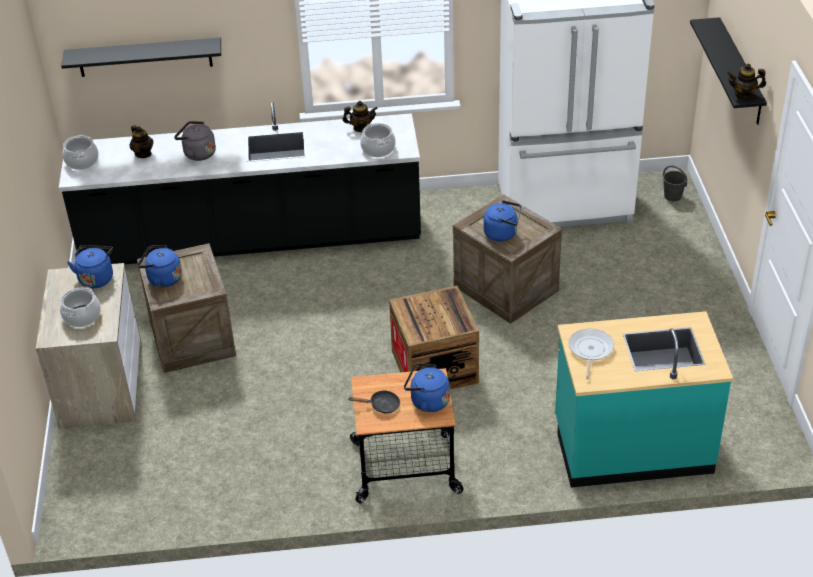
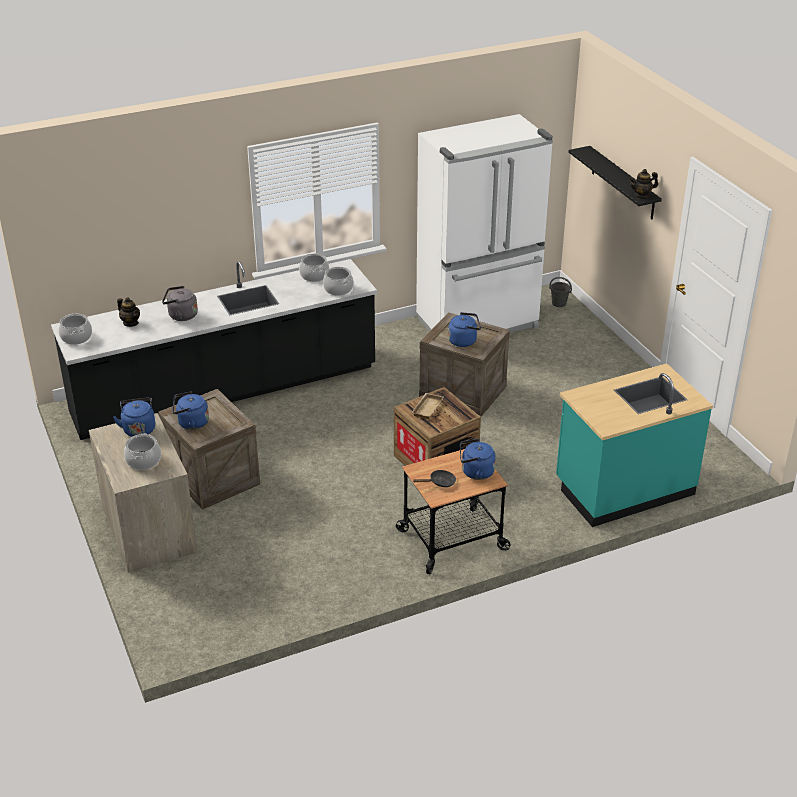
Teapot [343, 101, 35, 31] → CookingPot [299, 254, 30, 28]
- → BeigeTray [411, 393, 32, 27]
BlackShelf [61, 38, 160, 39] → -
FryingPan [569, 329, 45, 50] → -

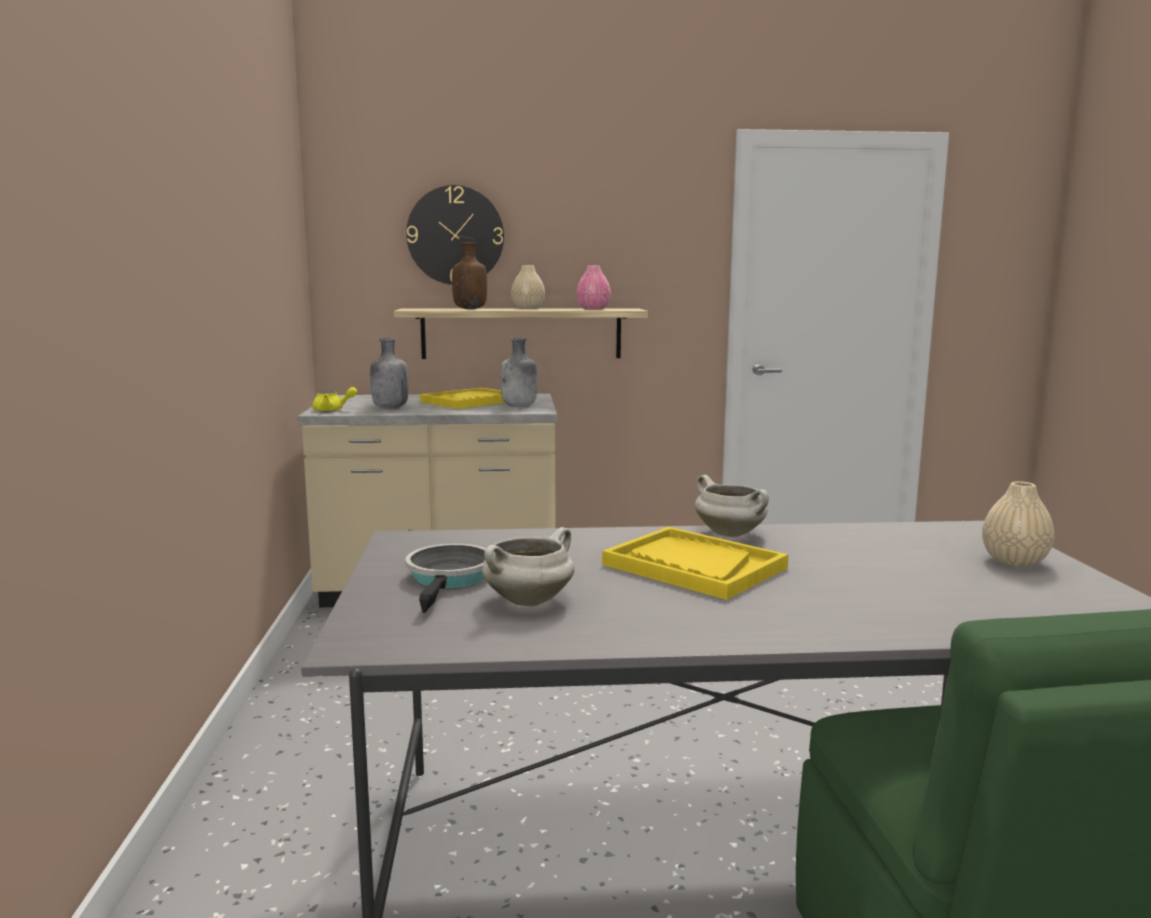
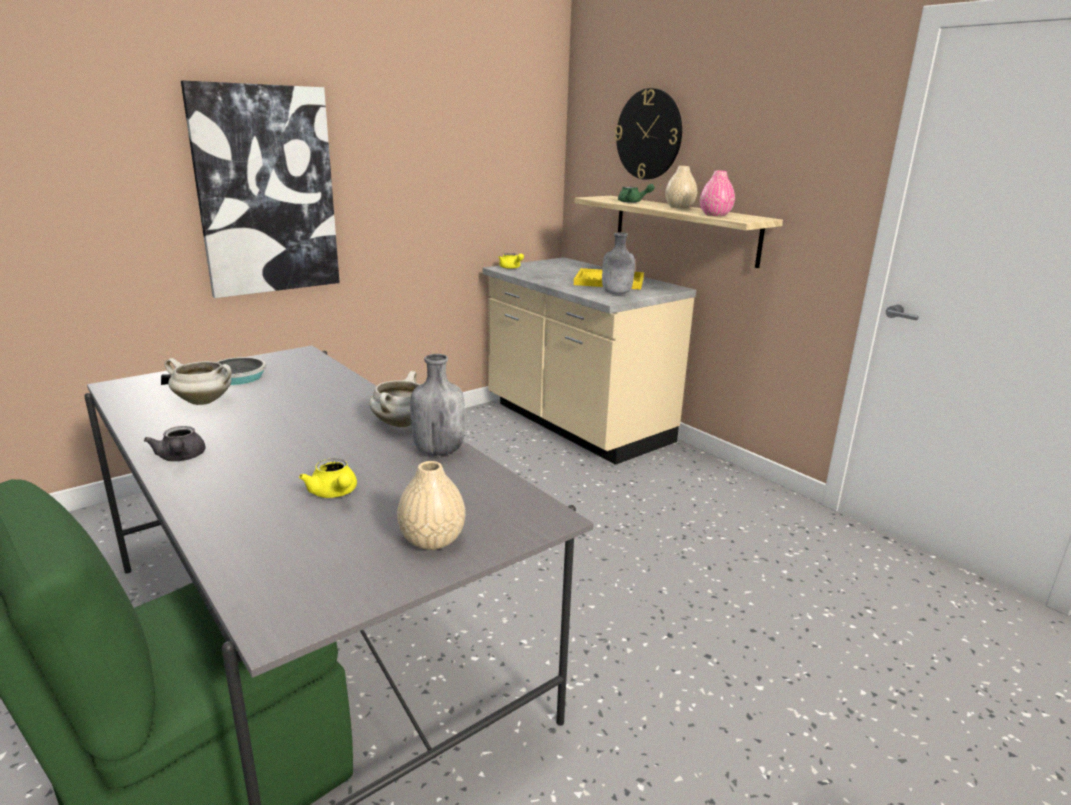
- → GreyTeapot [144, 426, 61, 35]
- → Picture [181, 80, 159, 218]
- → YellowTeapot [299, 458, 58, 40]
GreyBottle [370, 338, 38, 71] → GreyBottle [410, 354, 55, 102], move
BrownBottle [452, 242, 35, 67] → GreenTeapot [618, 184, 37, 19]
YellowTray [602, 527, 187, 73] → -

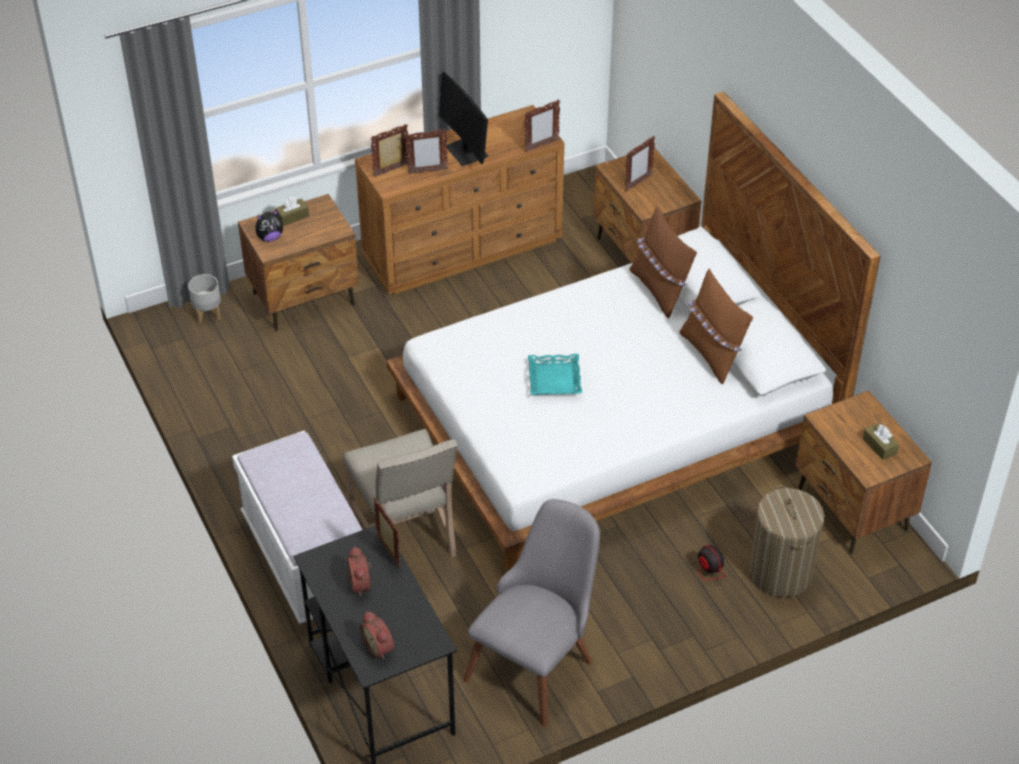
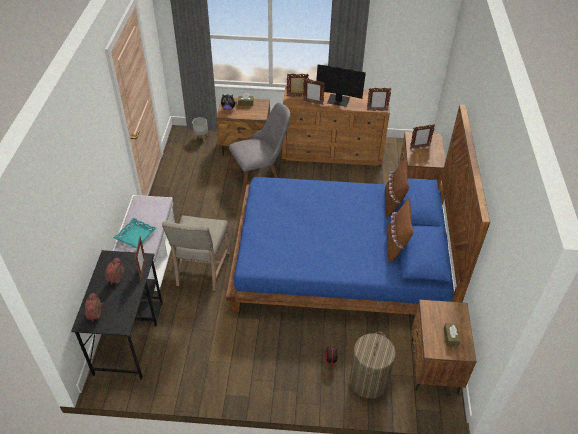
TurquoiseTray [528, 354, 54, 41] → TurquoiseTray [114, 218, 43, 31], move
WhiteBed [386, 91, 494, 480] → BlueBed [226, 105, 264, 210]
GreyChair [463, 499, 137, 228] → GreyChair [228, 102, 63, 95], move
Monitor [439, 71, 49, 96] → Monitor [316, 65, 50, 42], 75 degrees counterclockwise

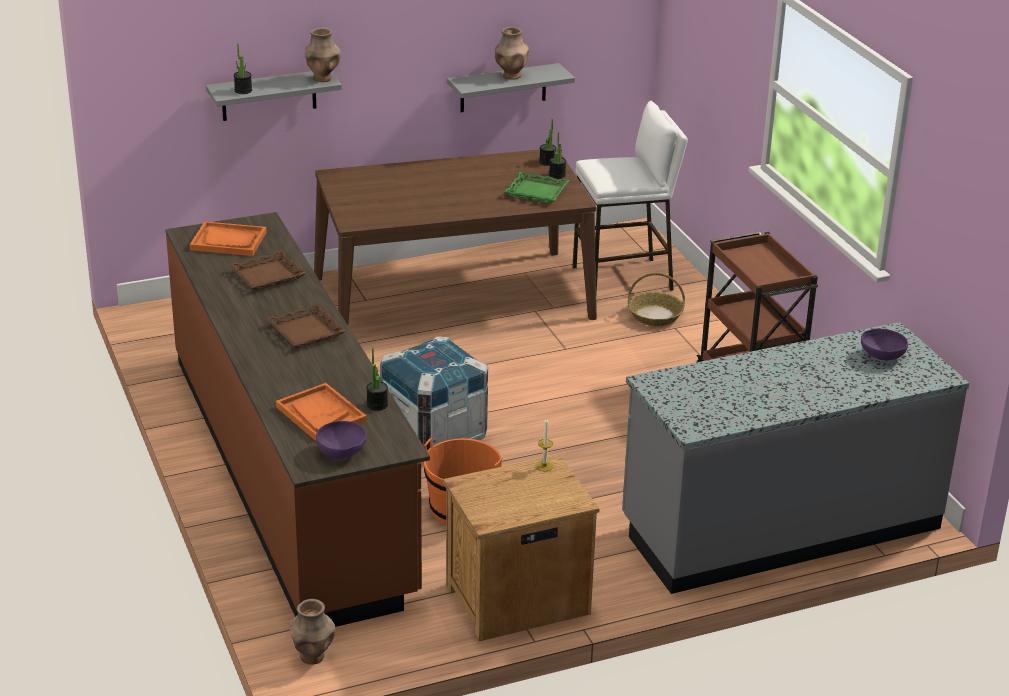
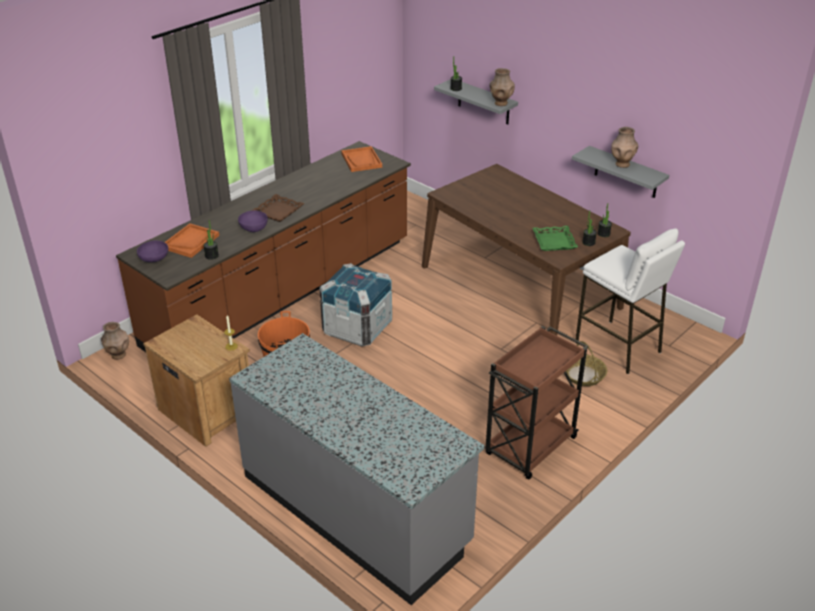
PurpleBowl [861, 328, 47, 32] → PurpleBowl [238, 210, 30, 22], move
BrownTray [229, 251, 77, 39] → -

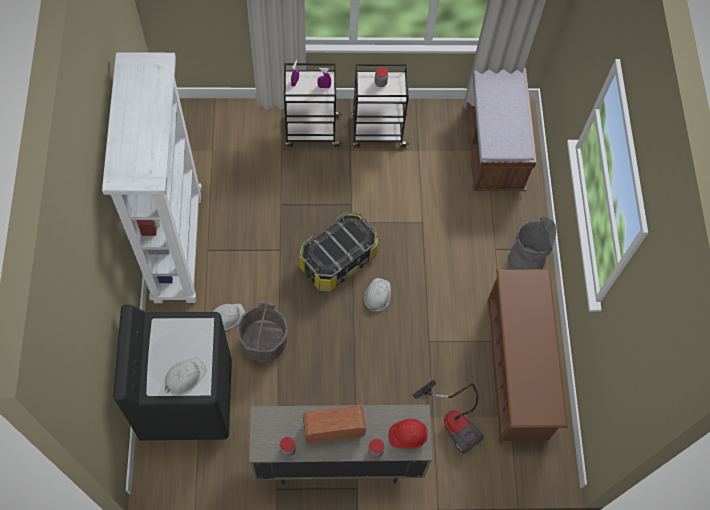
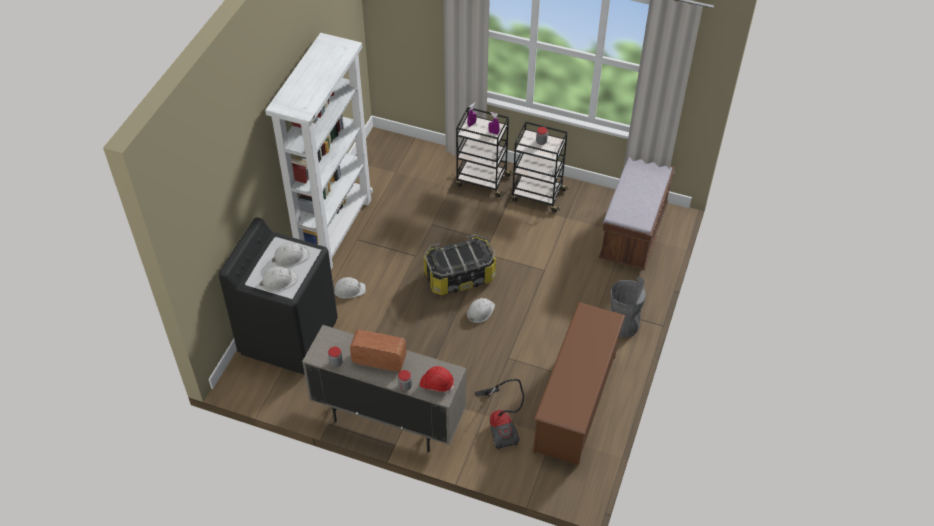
- → WhiteHardHat [272, 243, 38, 24]
GreyBucket [237, 301, 51, 61] → -

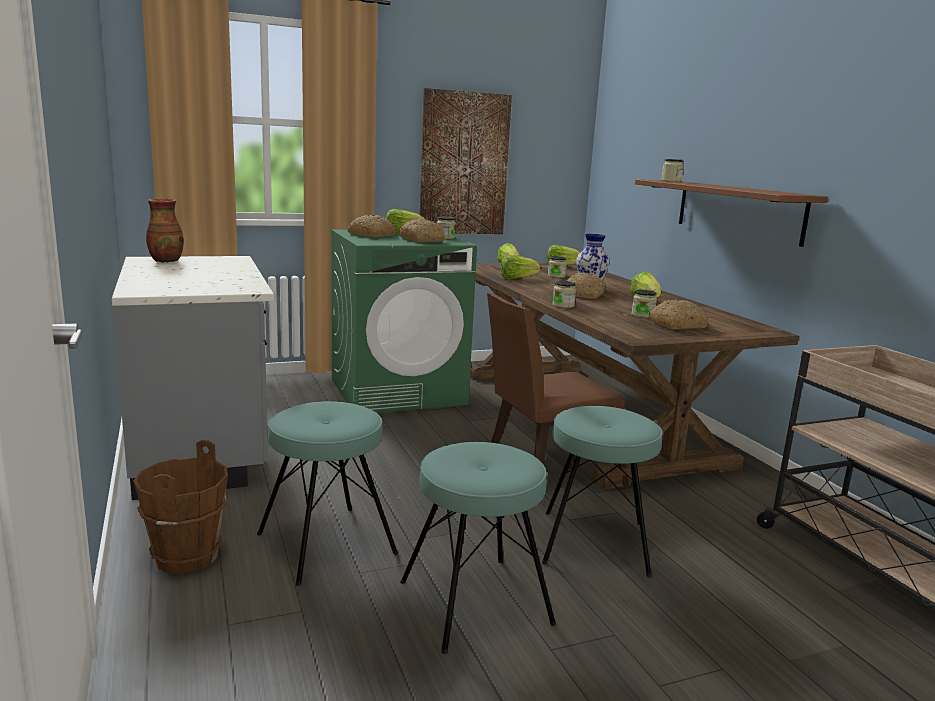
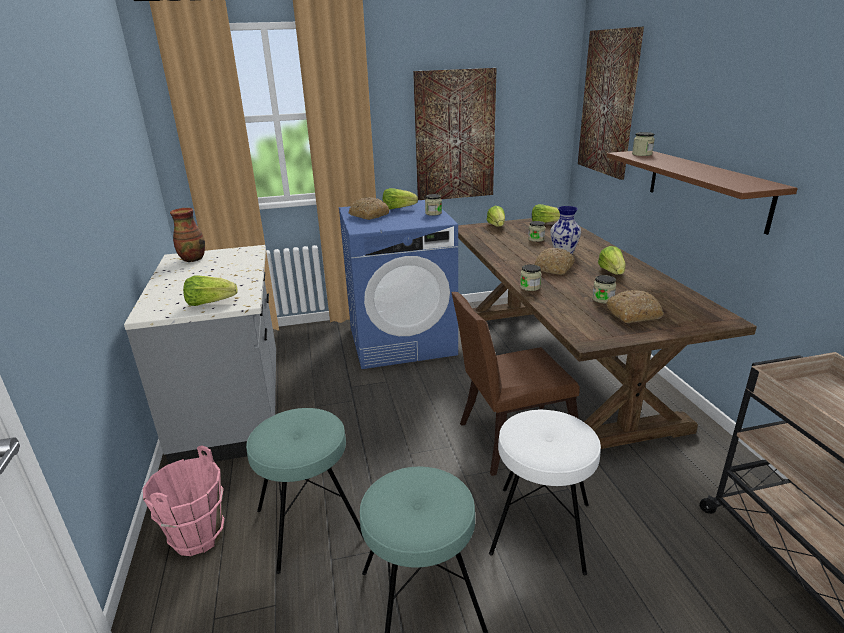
BrownBucket [133, 440, 95, 134] → PinkBucket [143, 445, 81, 111]
Lettuce [500, 255, 41, 24] → Lettuce [183, 276, 54, 30], move
GreenWashingMachine [331, 229, 146, 184] → BlueWashingMachine [339, 200, 119, 169]
TurquoiseStool [542, 406, 121, 172] → WhiteStool [489, 410, 112, 165]
- → Picture [578, 27, 66, 153]
Bread [399, 219, 47, 23] → -

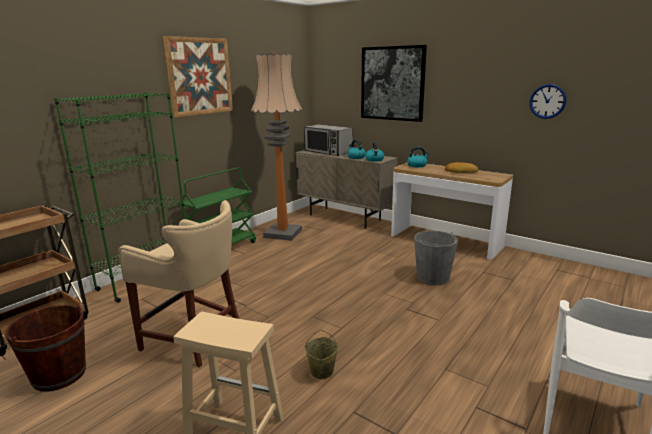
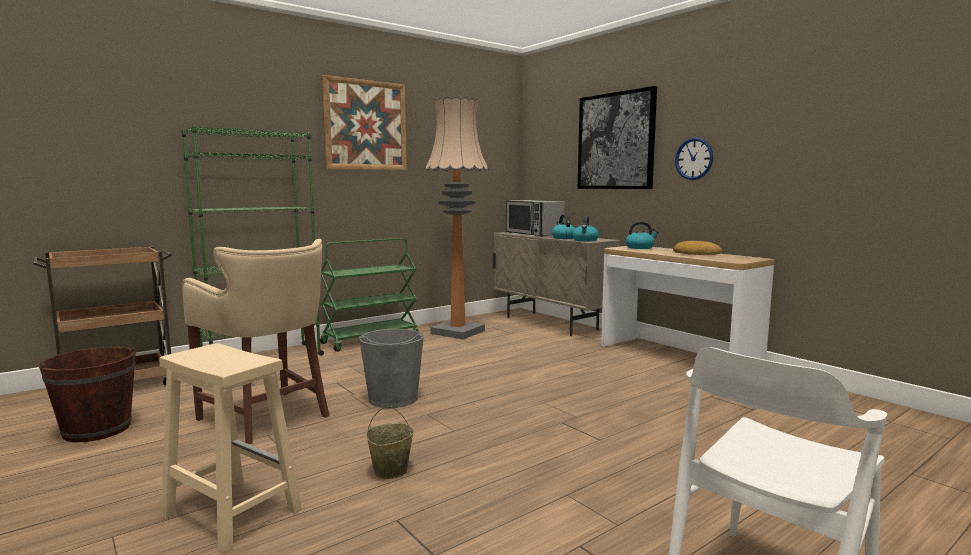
GreyBucket [414, 231, 44, 54] → GreyBucket [359, 329, 65, 79], move
WallClock [529, 84, 37, 35] → WallClock [675, 138, 38, 42], move

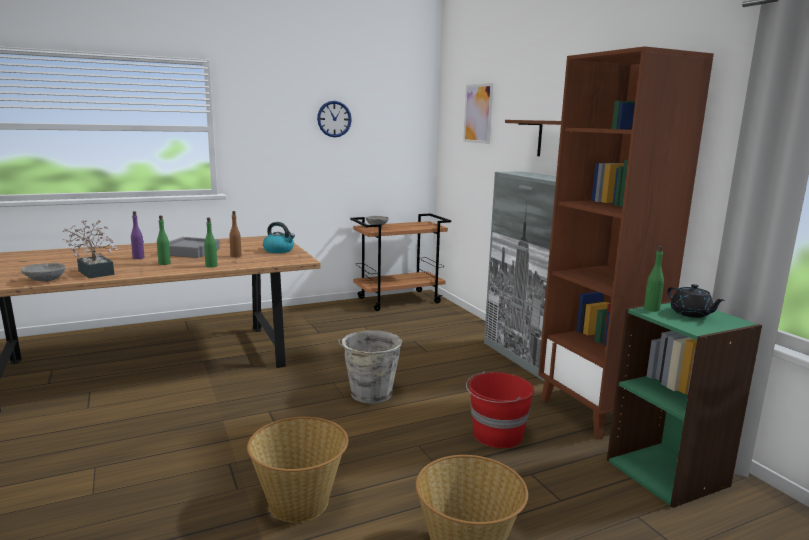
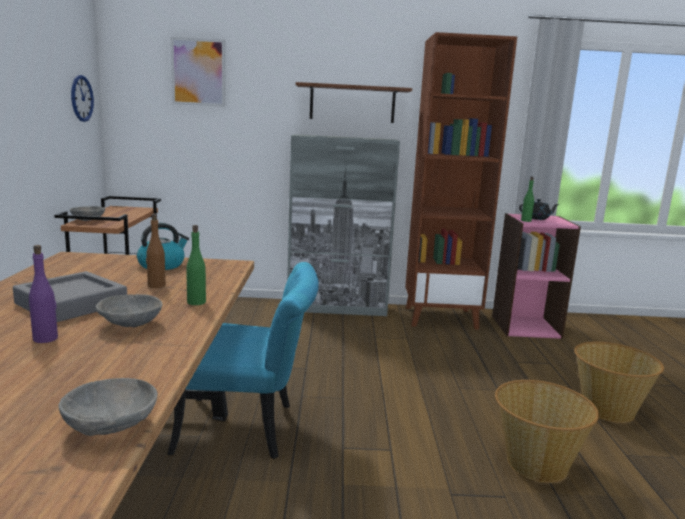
WallClock [317, 101, 35, 36] → WallClock [71, 75, 23, 47], move
GreenBottle [157, 215, 14, 50] → GreyBowl [95, 294, 67, 33]
- → TurquoiseChair [167, 262, 152, 197]
GreenBookcase [607, 301, 155, 207] → PinkBookcase [492, 213, 89, 126]
PottedPlant [62, 220, 57, 59] → -
GreyBucket [338, 330, 64, 74] → -
RedBucket [466, 371, 68, 77] → -

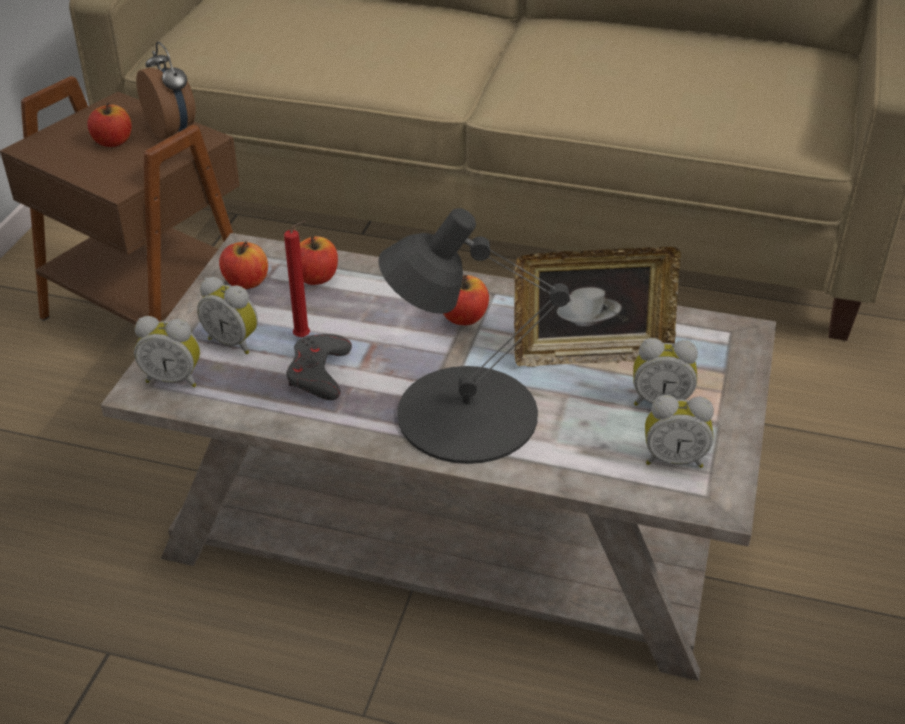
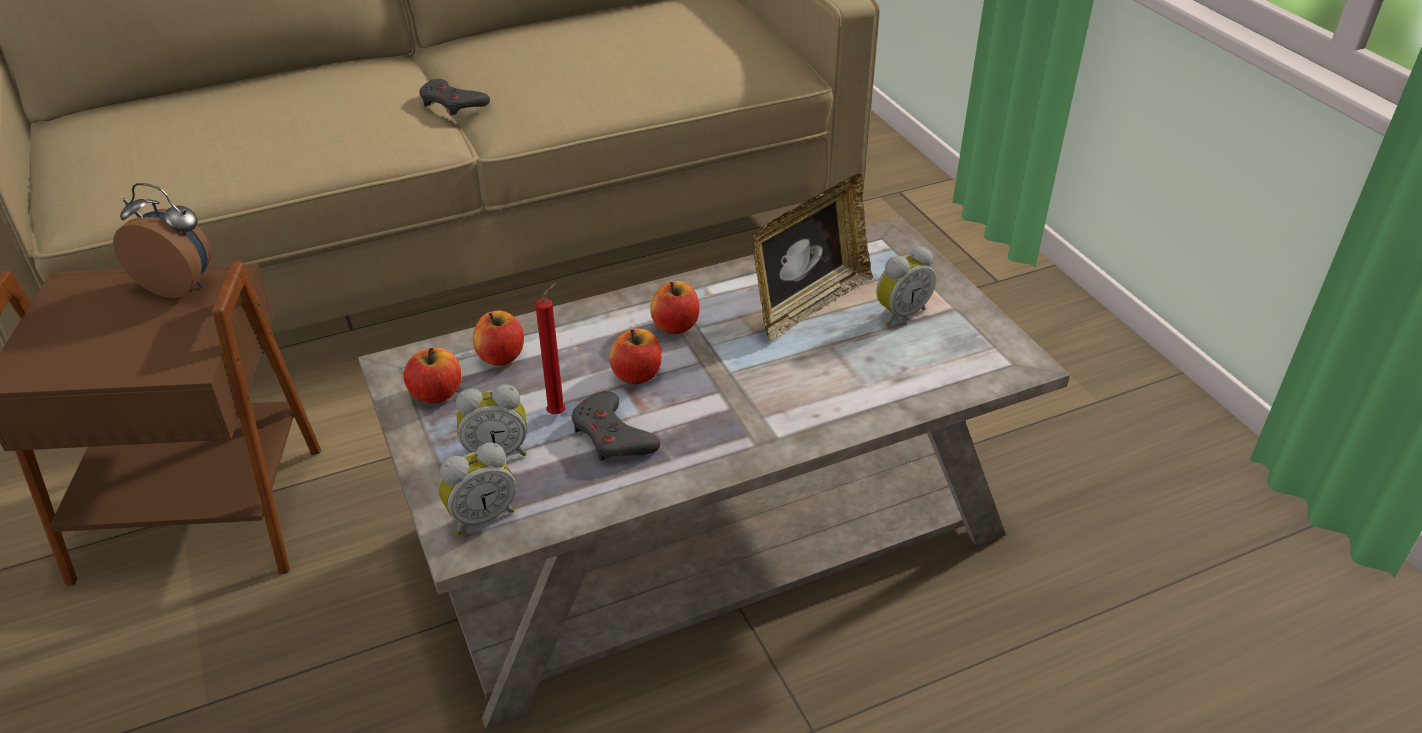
- → GreyGameController [420, 79, 70, 37]
Apple [87, 103, 45, 44] → Apple [609, 328, 53, 56], move
BlackTableLamp [378, 208, 192, 256] → -
AlarmClock [645, 395, 69, 73] → -

